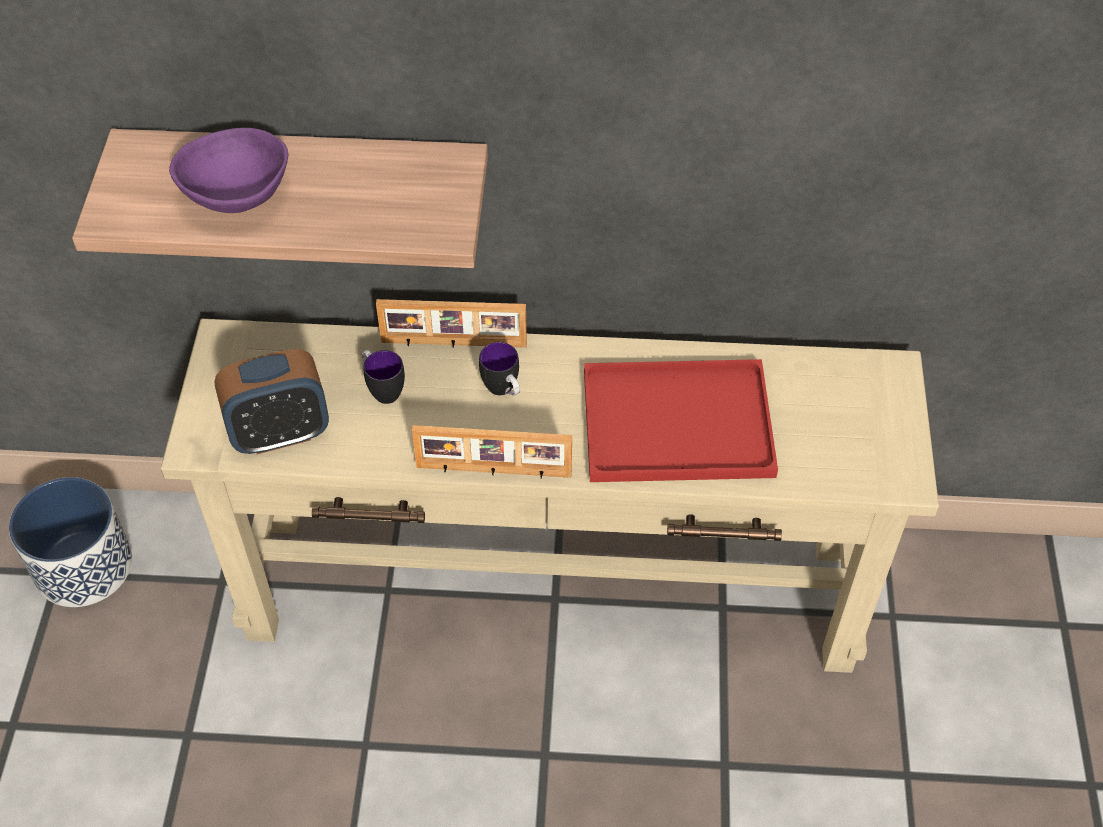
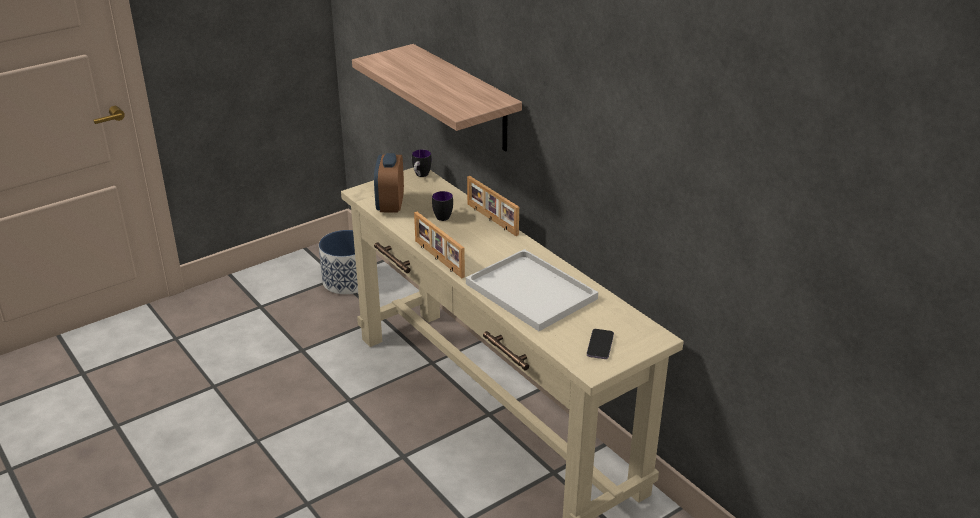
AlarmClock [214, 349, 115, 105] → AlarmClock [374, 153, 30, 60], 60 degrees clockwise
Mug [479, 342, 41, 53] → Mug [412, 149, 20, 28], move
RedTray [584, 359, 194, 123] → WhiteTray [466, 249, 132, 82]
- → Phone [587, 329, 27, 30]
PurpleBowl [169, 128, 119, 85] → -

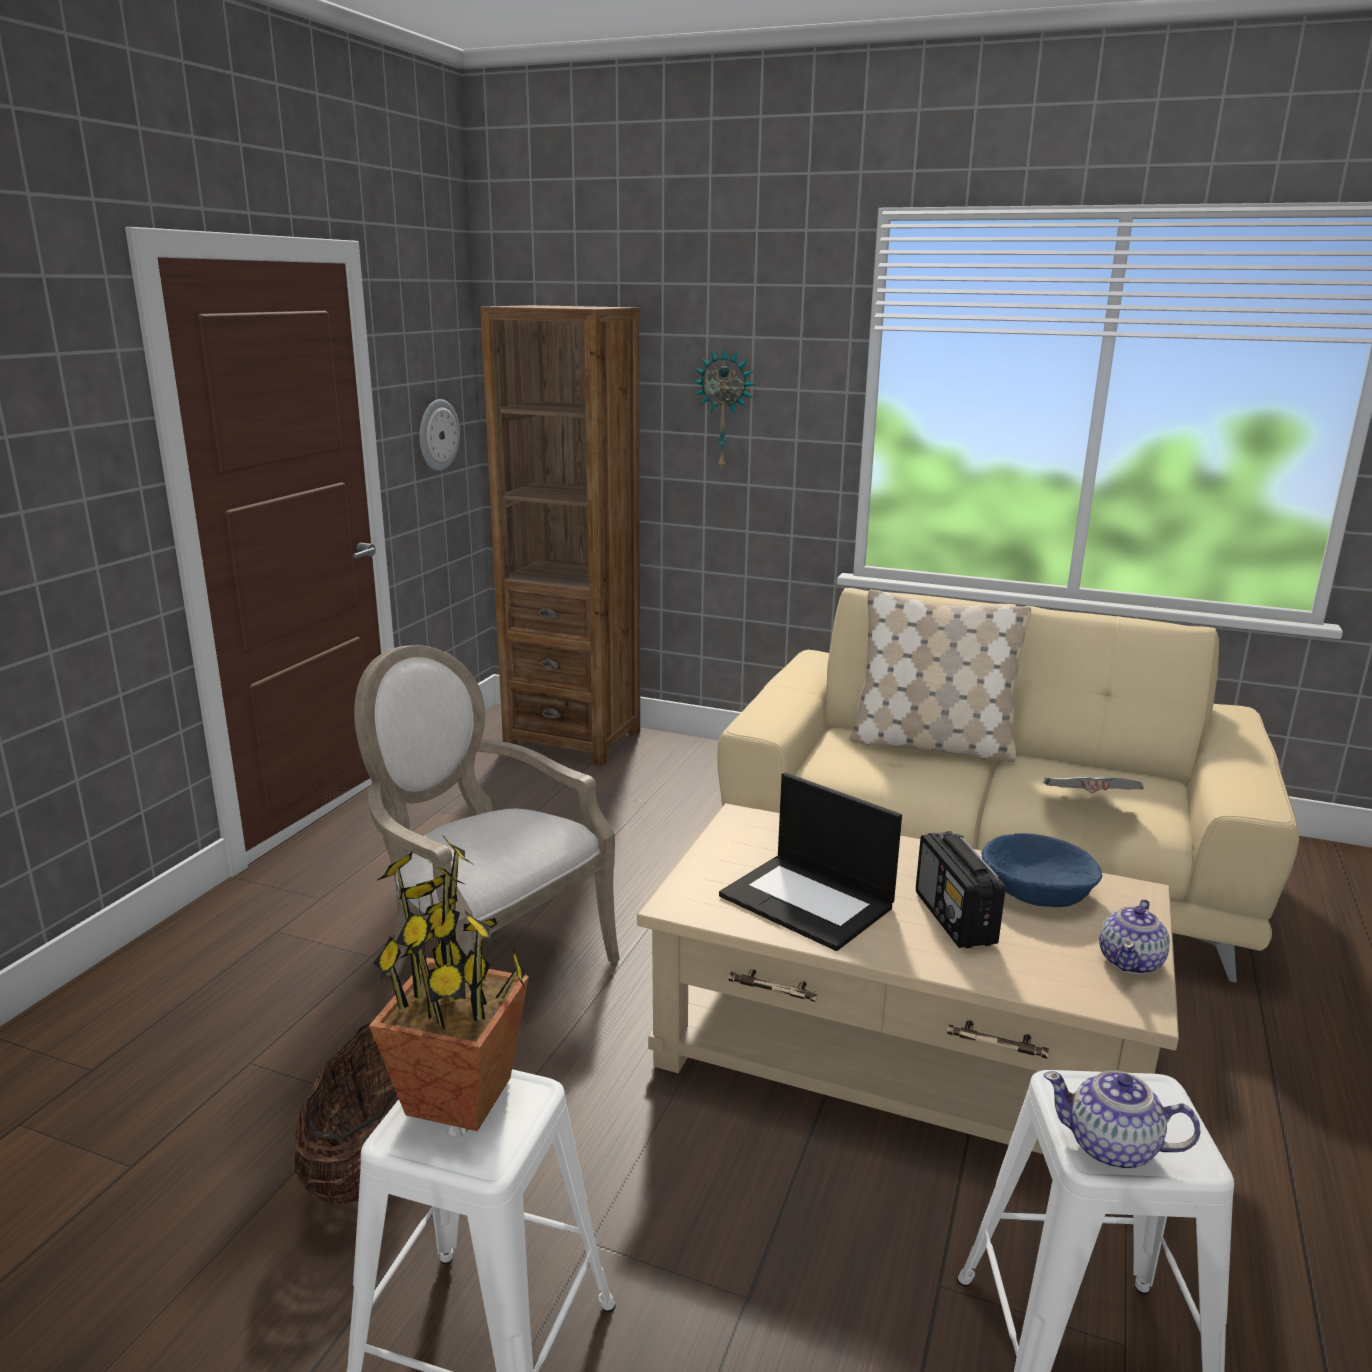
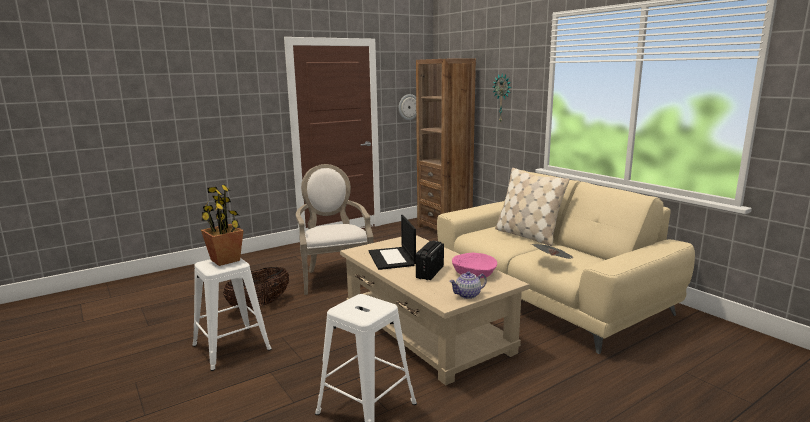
BlueBowl [982, 833, 120, 74] → PinkBowl [452, 253, 45, 25]
Teapot [1043, 1070, 158, 99] → -

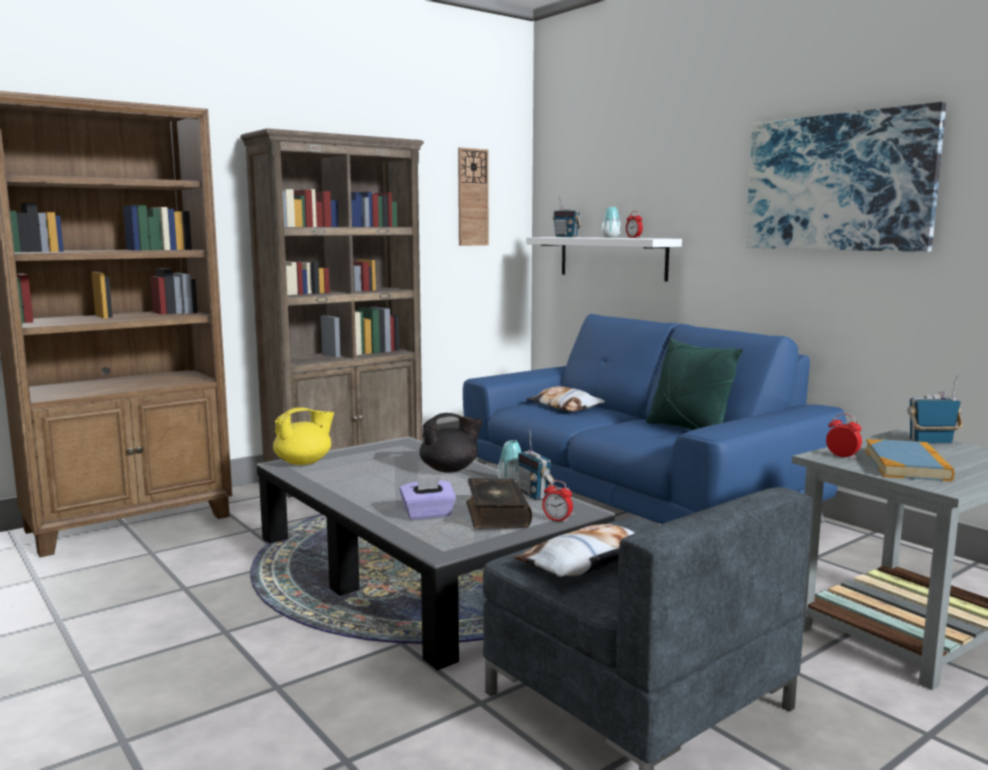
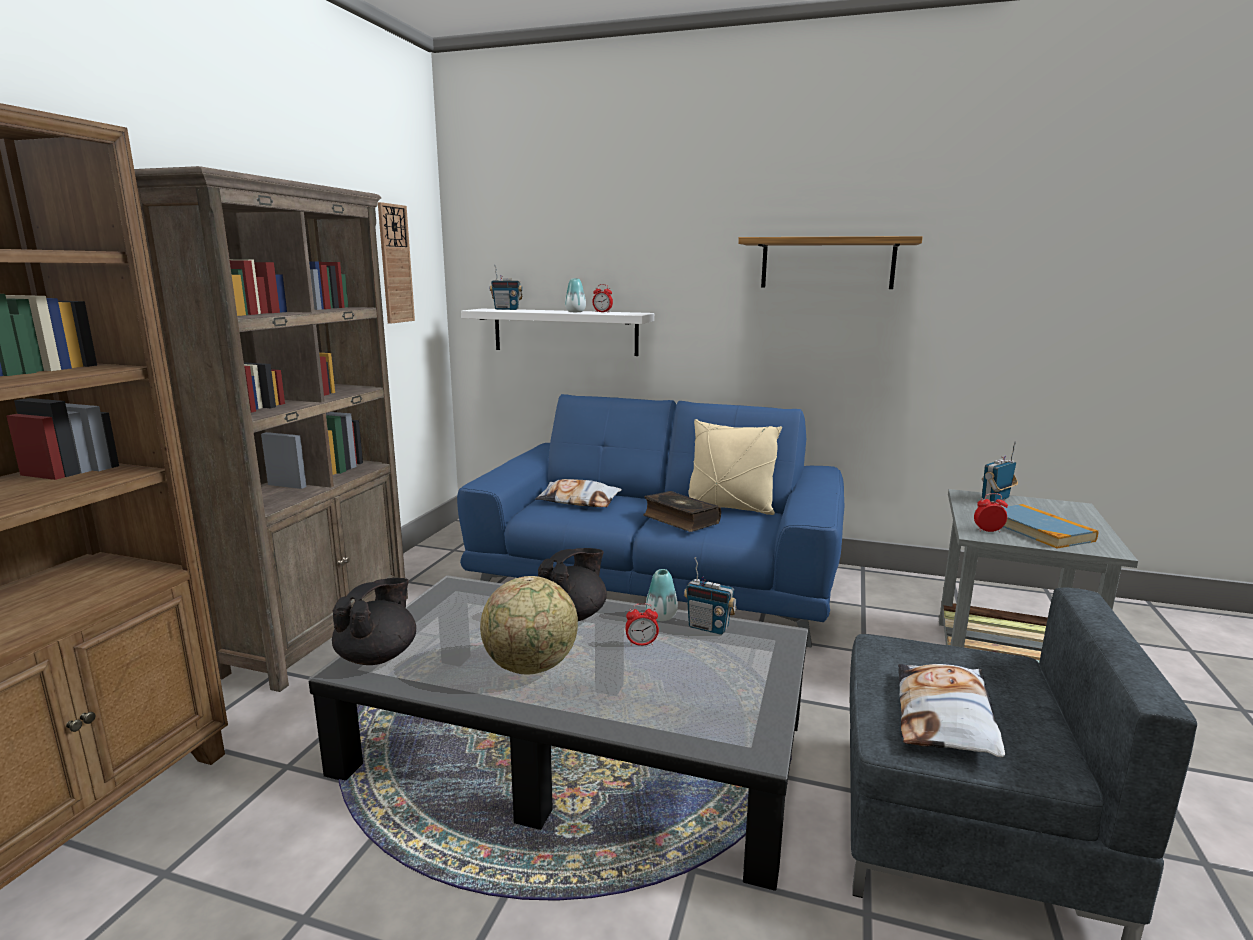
YellowTeapot [273, 408, 61, 57] → BlackTeapot [332, 578, 84, 87]
- → Globe [480, 576, 98, 99]
AlarmClock [542, 480, 31, 43] → AlarmClock [625, 603, 34, 43], move
Book [466, 478, 66, 51] → Book [643, 491, 78, 41], move
GreenPillow [646, 338, 97, 92] → BeigePillow [688, 419, 94, 96]
Picture [745, 102, 201, 150] → Shelf [738, 236, 185, 53]
PurpleTissueBox [399, 477, 57, 43] → -

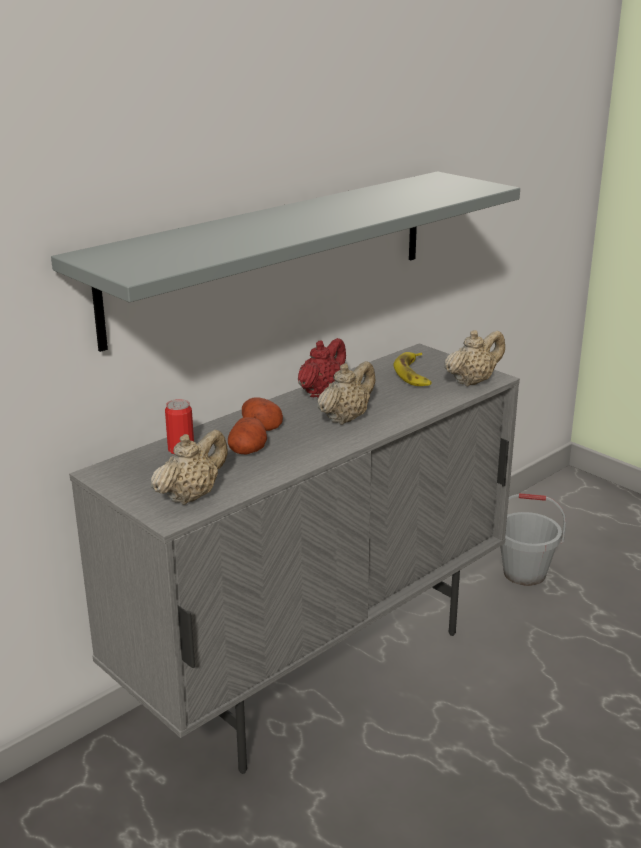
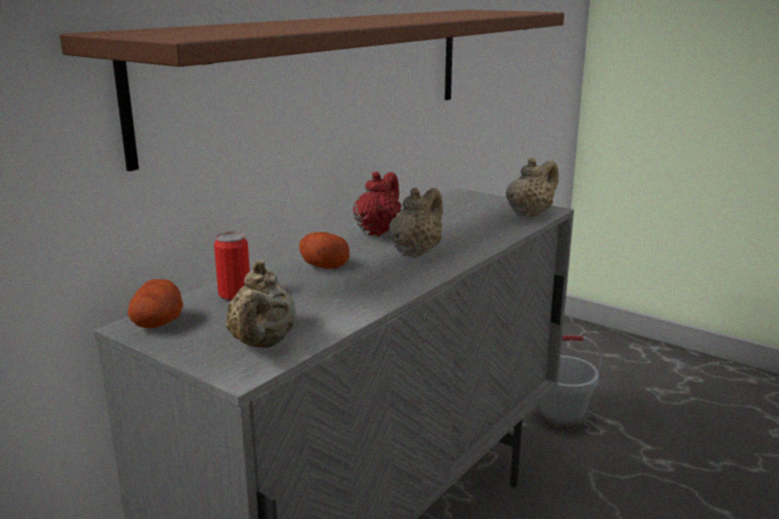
GreyShelf [51, 171, 469, 181] → BrownShelf [60, 10, 504, 161]
Potato [228, 417, 39, 37] → Potato [128, 279, 55, 49], move
BeigeTeapot [151, 430, 77, 75] → BeigeTeapot [226, 260, 70, 87], 150 degrees clockwise
Banana [394, 352, 37, 34] → -

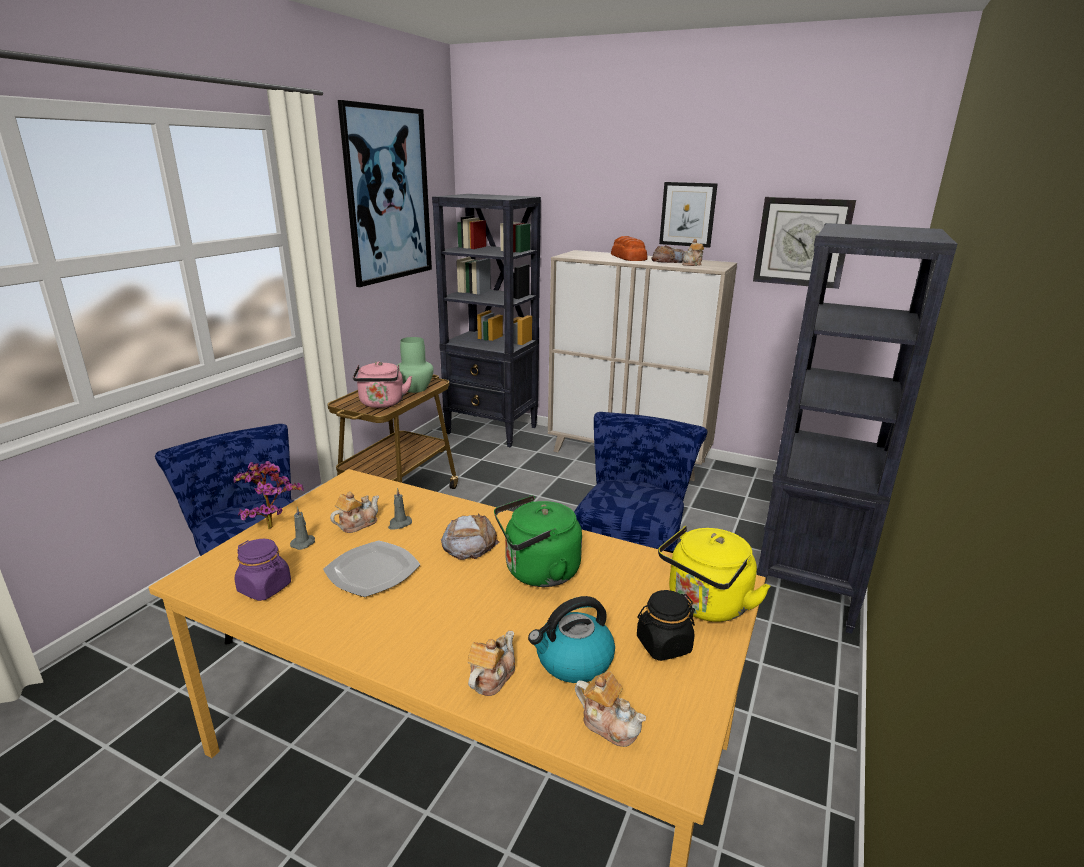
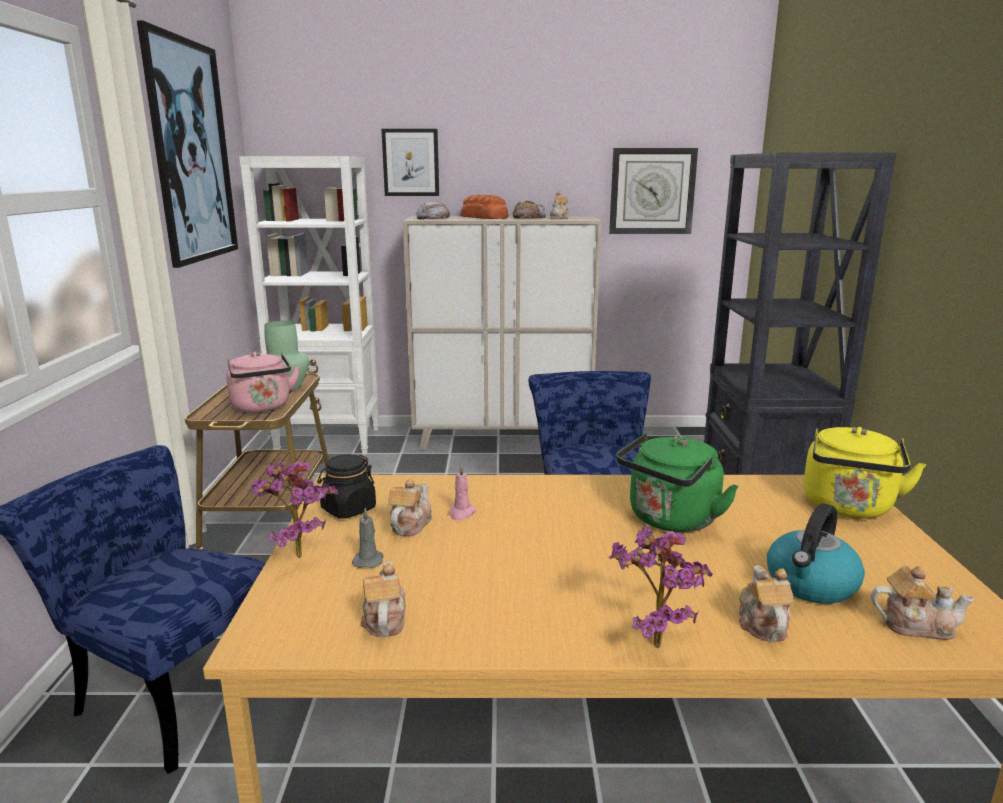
BlackBookcase [432, 194, 109, 253] → WhiteBookcase [239, 156, 140, 299]
BlackJar [637, 590, 58, 71] → BlackJar [317, 454, 59, 65], move
PurpleJar [235, 539, 56, 62] → Teapot [361, 561, 45, 76]
Picture [659, 182, 59, 66] → Picture [381, 129, 58, 67], move
Bread [441, 513, 58, 47] → Bread [416, 201, 34, 19], move
GreyCandle [388, 488, 24, 42] → PinkCandle [448, 465, 29, 56]
- → PottedPlant [609, 526, 104, 122]
Plate [323, 540, 98, 57] → -

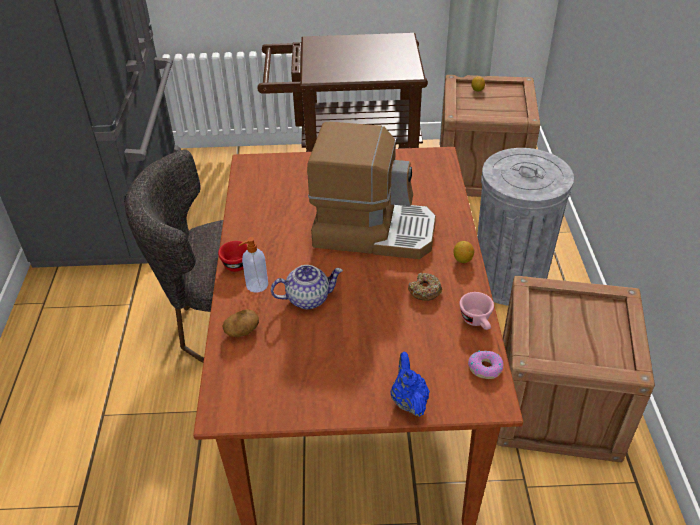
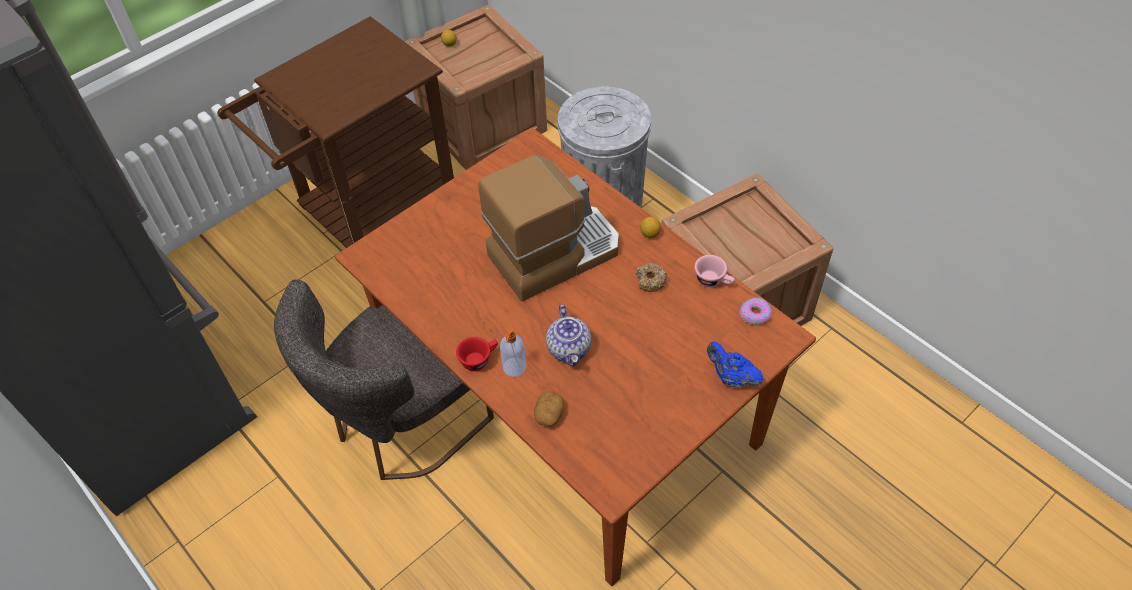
Teapot [271, 265, 72, 44] → Teapot [546, 304, 45, 63], 135 degrees clockwise

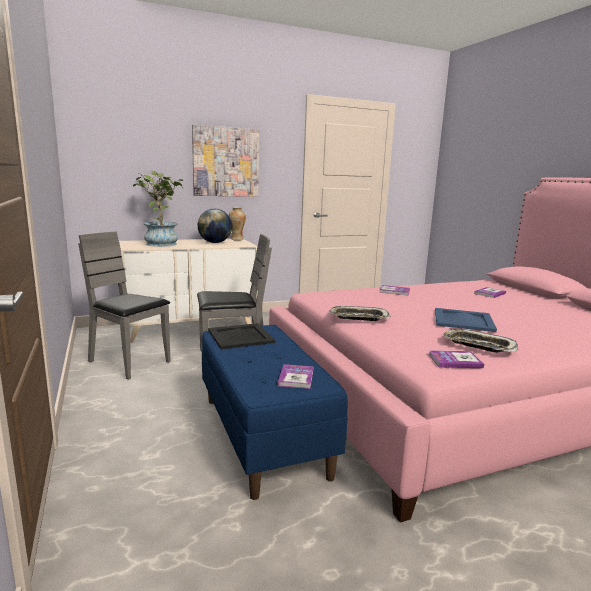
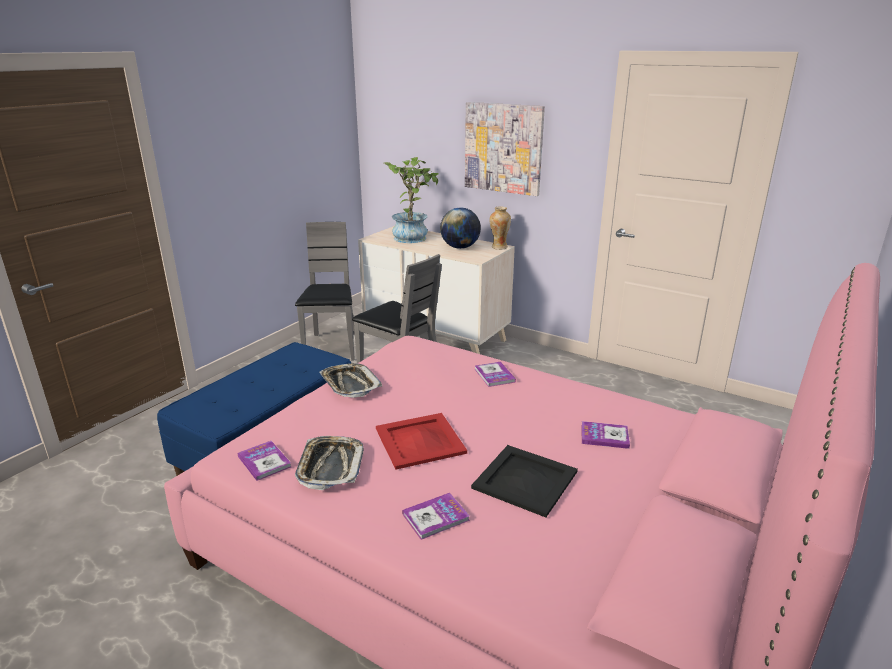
BlueTray [435, 308, 62, 24] → RedTray [376, 413, 91, 57]
Book [278, 364, 35, 25] → Book [402, 493, 68, 47], move
BlackTray [208, 323, 67, 26] → BlackTray [471, 445, 107, 72], move

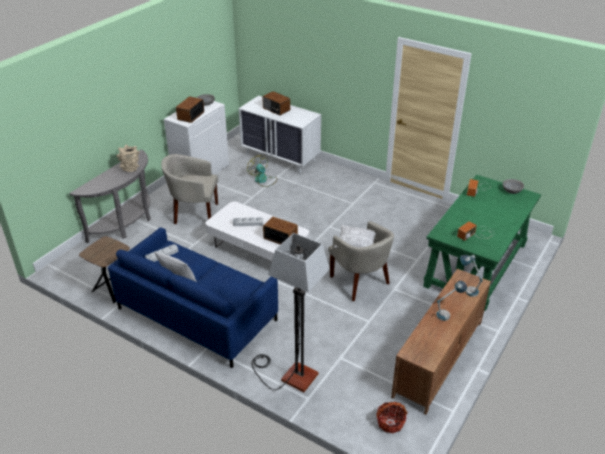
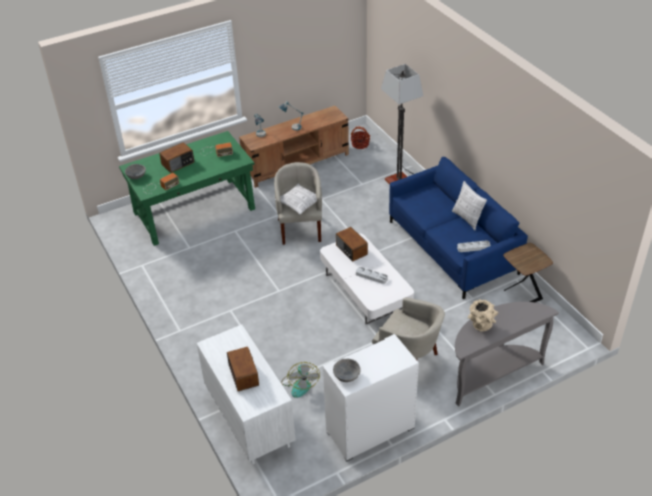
Radio [176, 96, 28, 27] → Radio [159, 142, 35, 31], move

